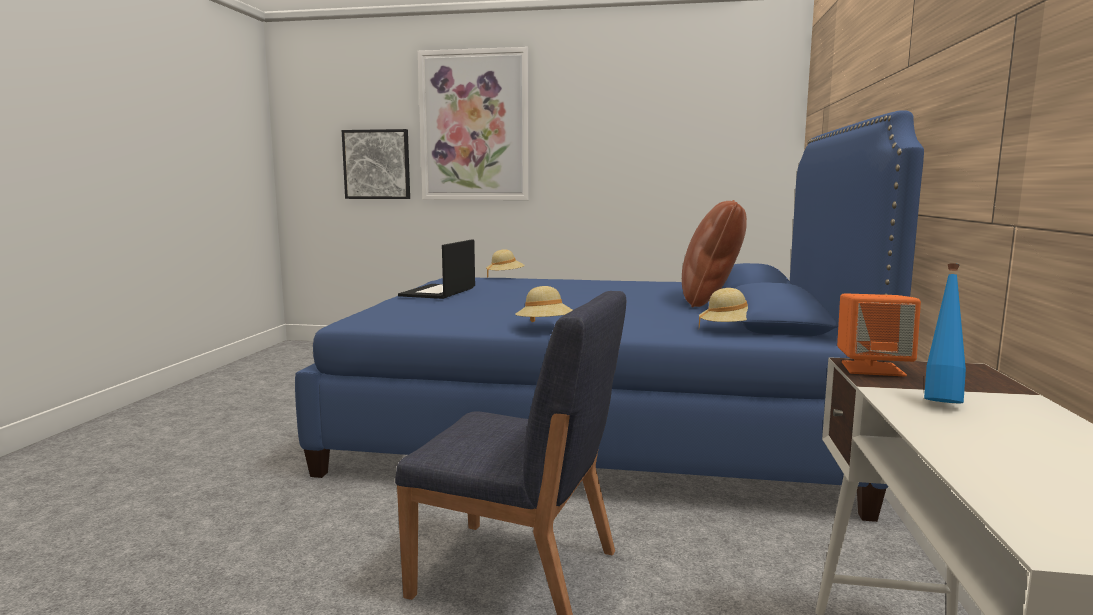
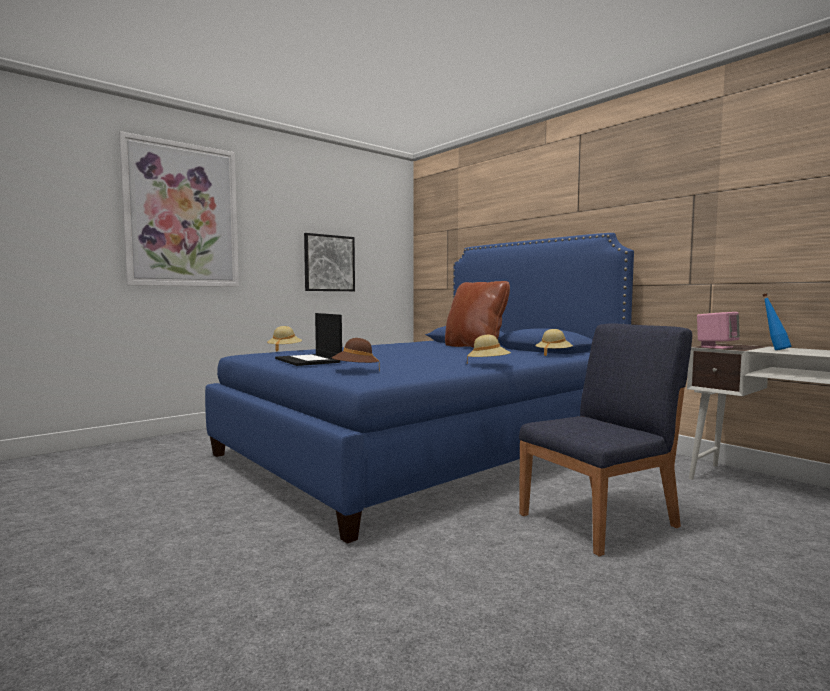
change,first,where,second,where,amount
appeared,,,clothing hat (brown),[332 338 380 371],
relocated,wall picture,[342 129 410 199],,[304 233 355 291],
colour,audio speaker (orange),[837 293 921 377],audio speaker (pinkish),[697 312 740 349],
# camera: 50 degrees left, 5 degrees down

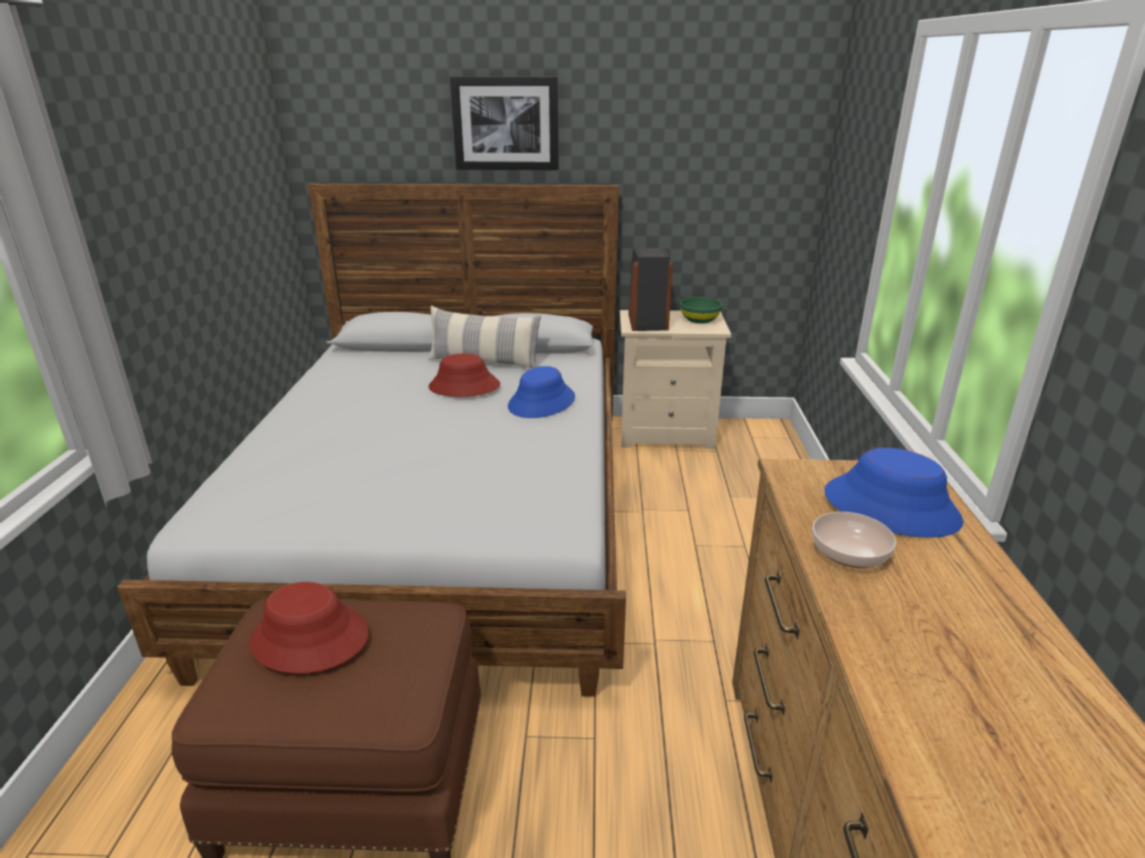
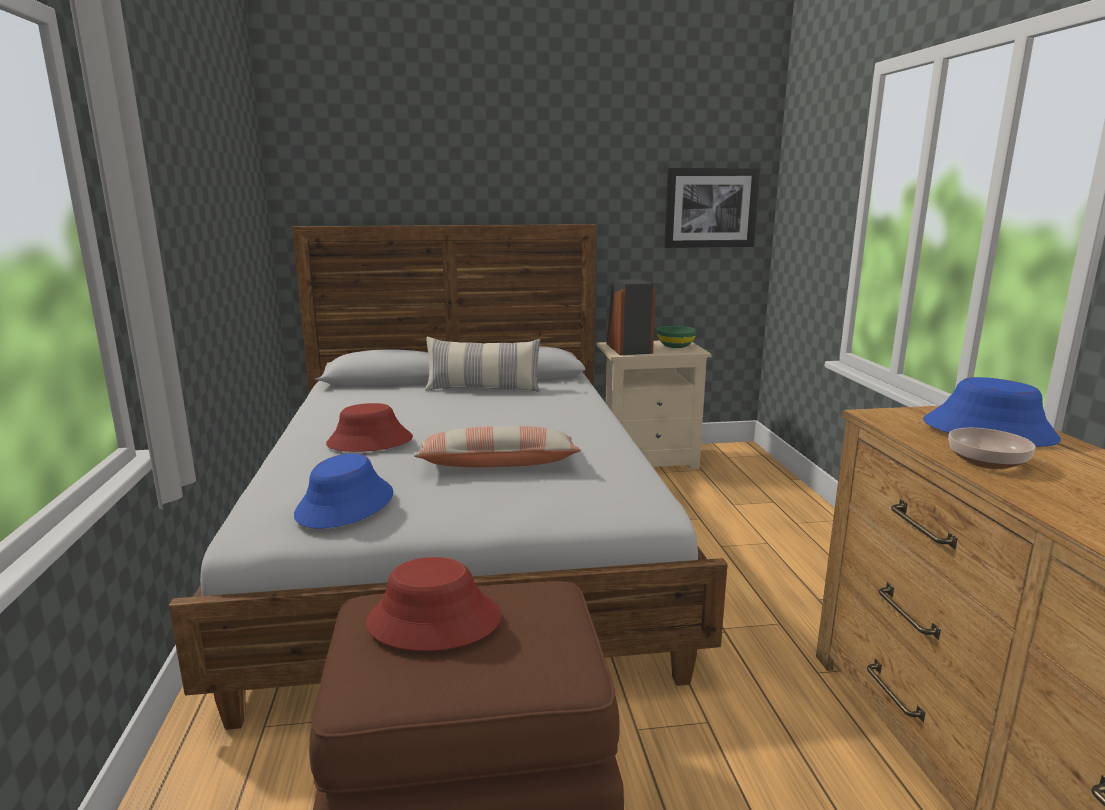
change,first,where,second,where,amount
appeared,,,pillow,[414 426 581 468],
relocated,clothing hat (reddish),[429 353 500 397],,[326 403 413 452],
relocated,wall picture,[450 77 559 170],,[664 168 760 248],
relocated,clothing hat (bluish),[508 366 575 418],,[294 453 393 529],
# camera: 10 degrees left, 10 degrees down

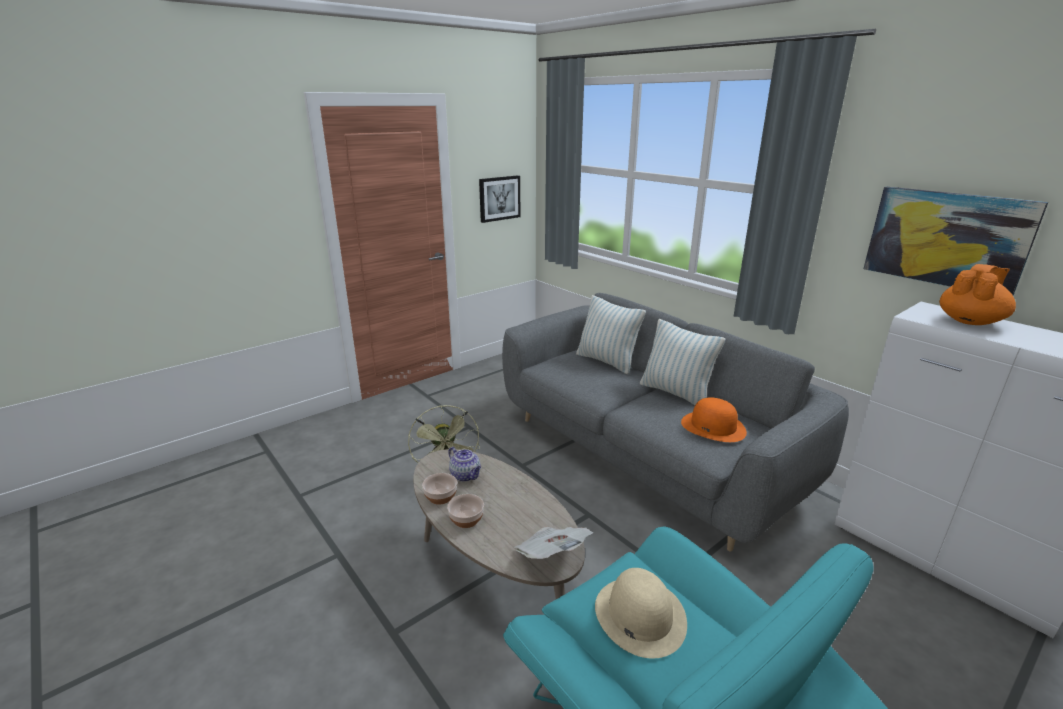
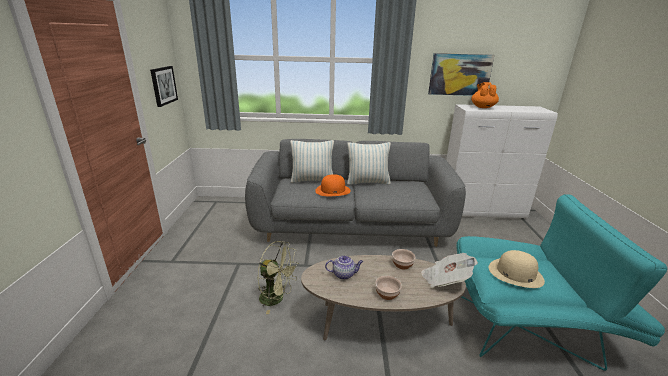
change,first,where,second,where,amount
relocated,bowl,[422 473 457 505],,[392 249 415 269],
relocated,clothing hat (orange),[681 397 747 442],,[315 174 351 196],
# camera: 50 degrees left, 0 degrees up

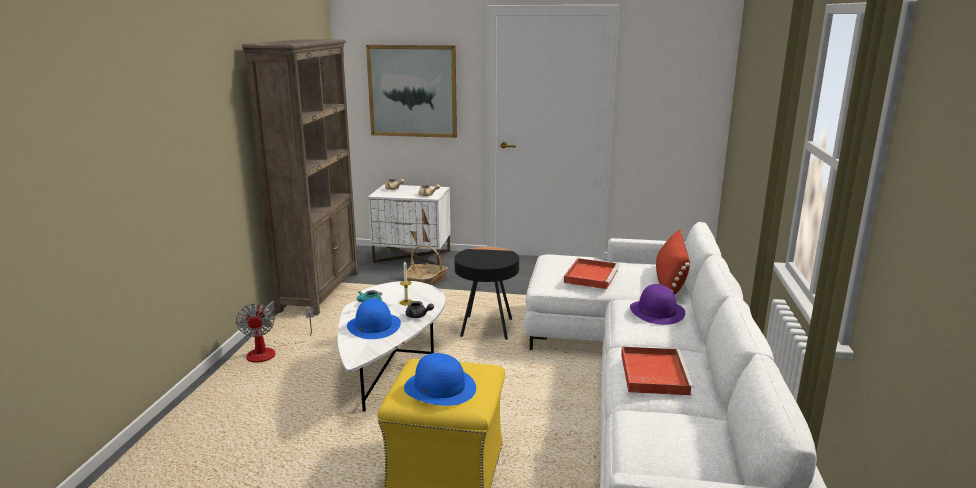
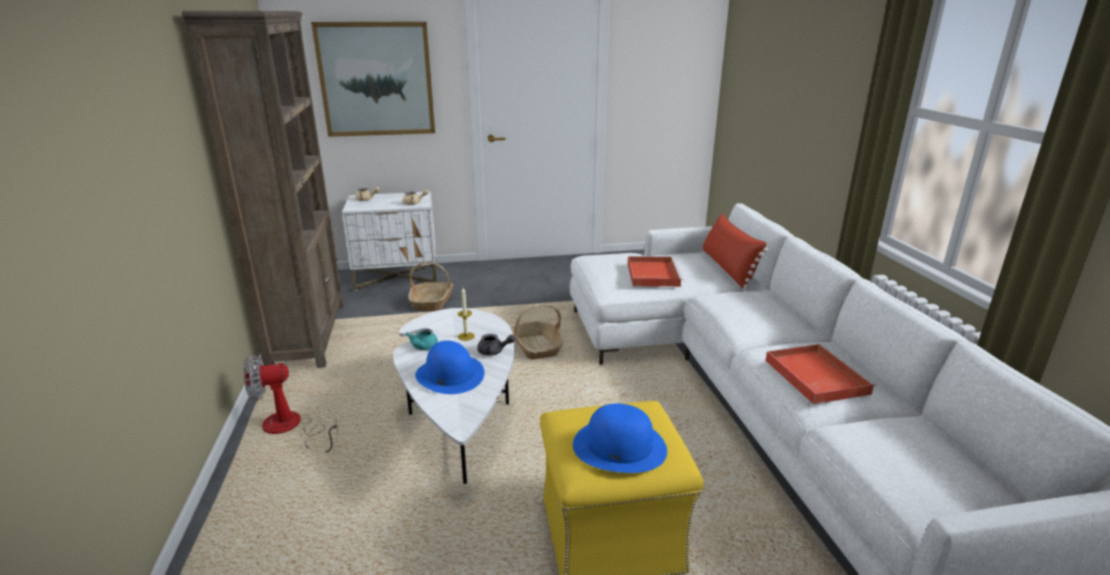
change,first,where,second,where,amount
missing,clothing hat (purple),[630 284 685 325],,,
exchanged,accent table (black),[454 247 519 339],basket,[511 304 563 360],
spun,cooling fan,[236 303 314 363],,[243 355 338 452],105 degrees clockwise
# camera: 20 degrees left, 5 degrees up

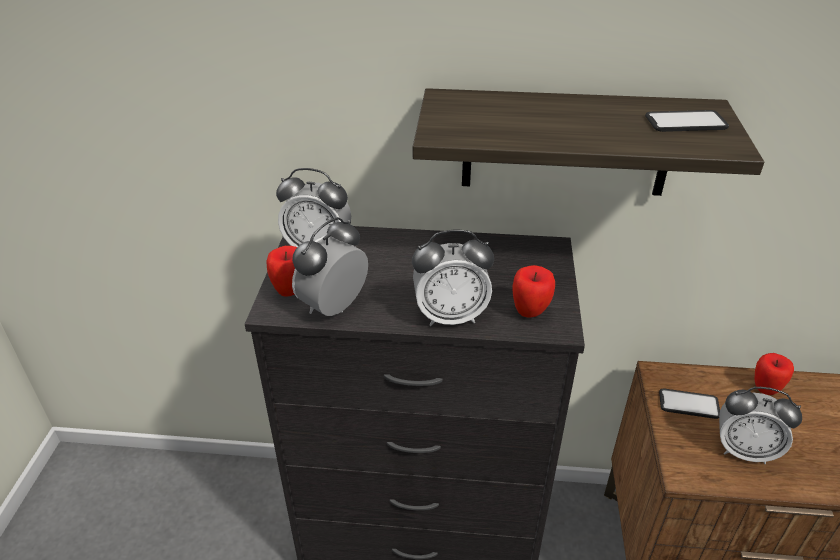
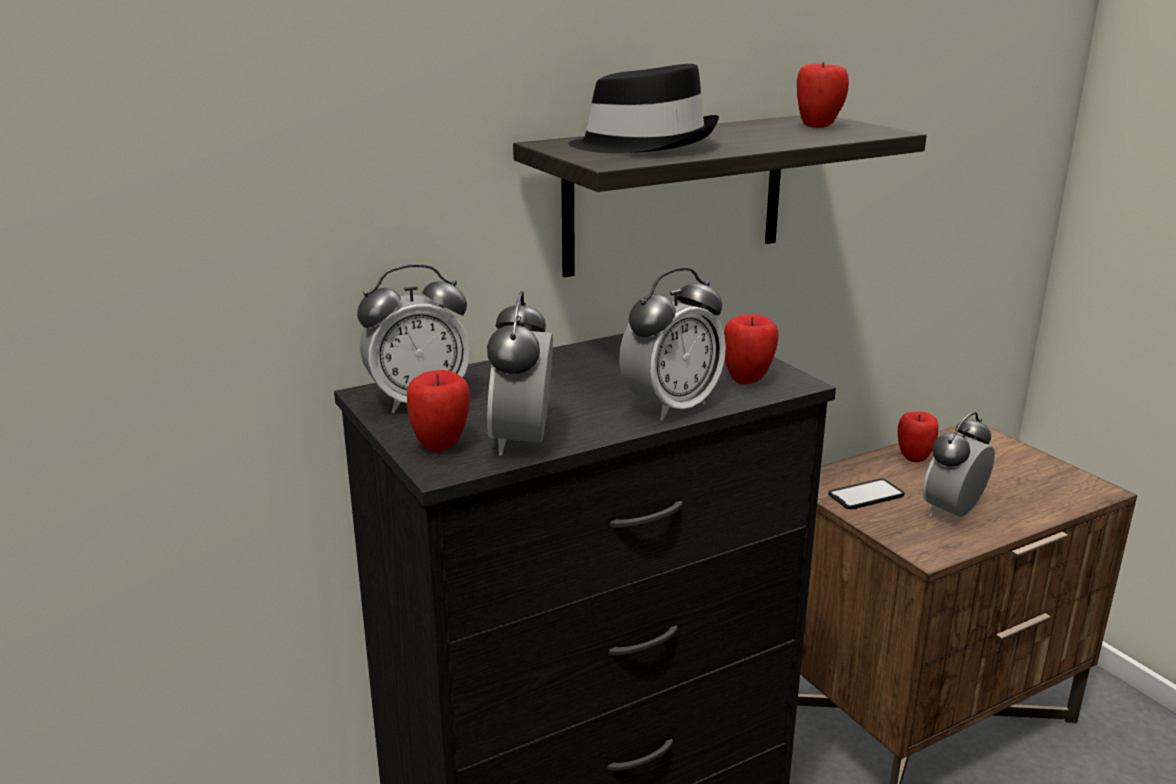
change,first,where,second,where,amount
appeared,,,clothing hat (black),[568 64 719 154],
exchanged,telephone,[645 110 729 132],whole apple,[797 62 849 128],
spun,alarm clock,[719 387 802 464],,[923 412 995 517],150 degrees clockwise
# camera: 35 degrees left, 15 degrees down

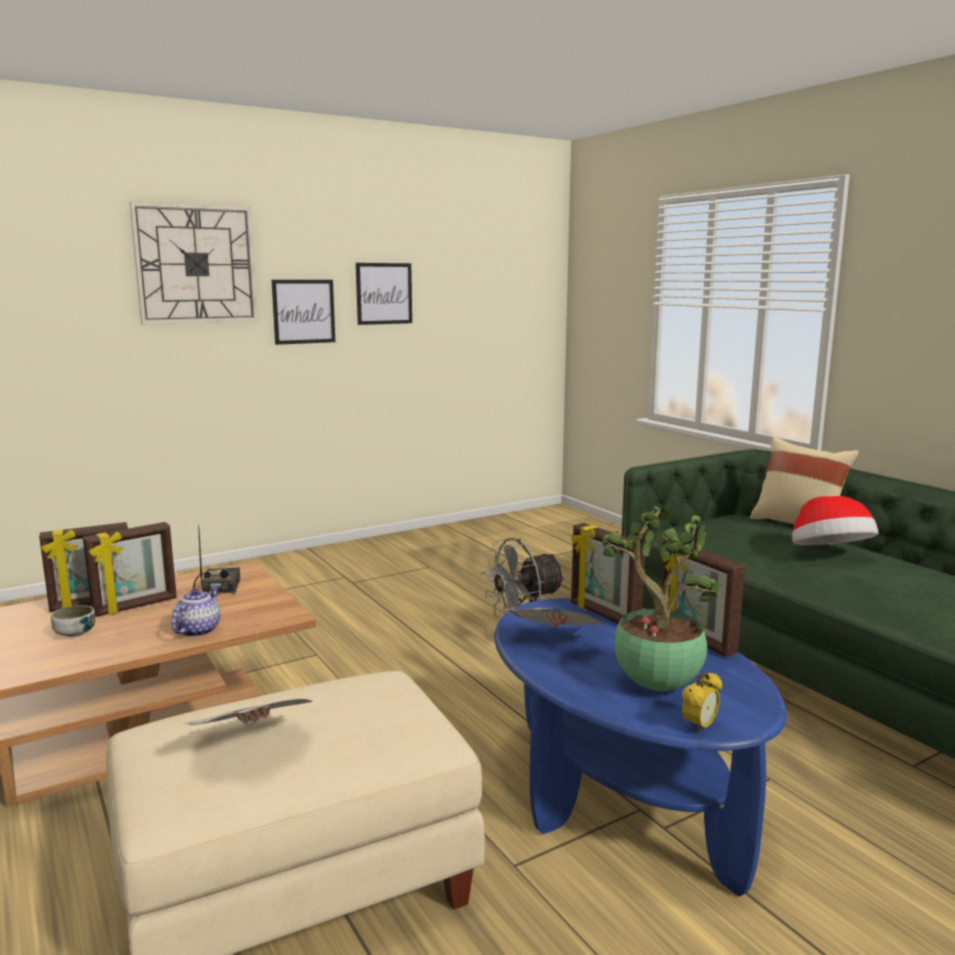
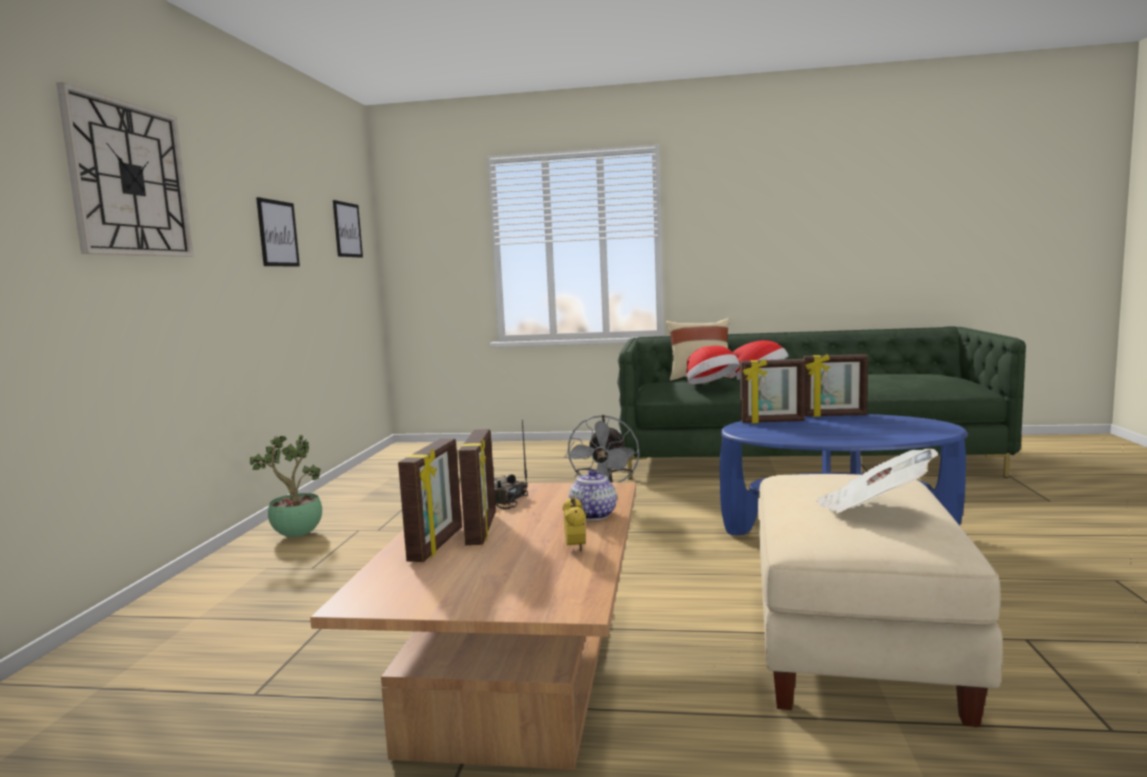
change,first,where,second,where,amount
missing,bowl,[51 605 95 637],,,
missing,newspaper,[504 608 604 627],,,
appeared,,,clothing hat,[686 346 740 384],
relocated,wall picture,[272 280 335 345],,[333 200 363 258],
relocated,plant in a pot,[602 506 722 691],,[250 435 322 537],
relocated,alarm clock,[682 672 722 734],,[562 496 586 551],
spun,teapot,[171 587 220 637],,[569 470 617 520],45 degrees clockwise
# camera: 50 degrees left, 5 degrees down

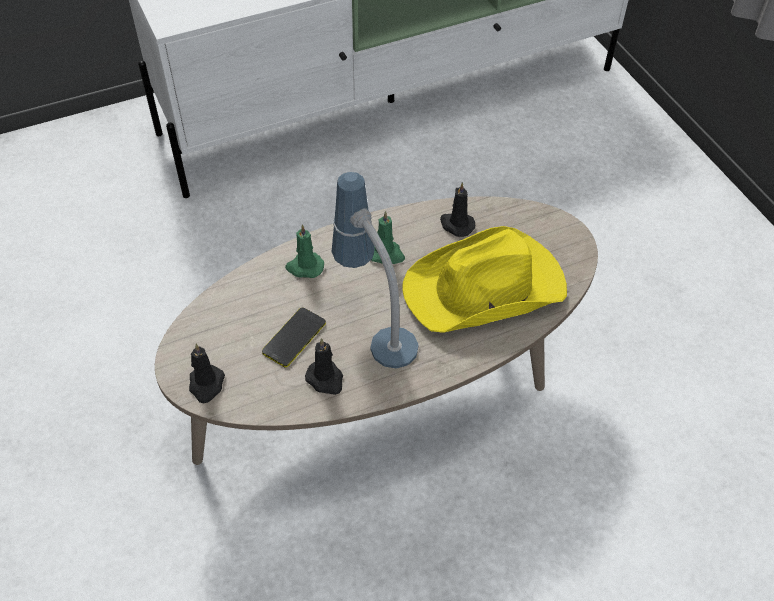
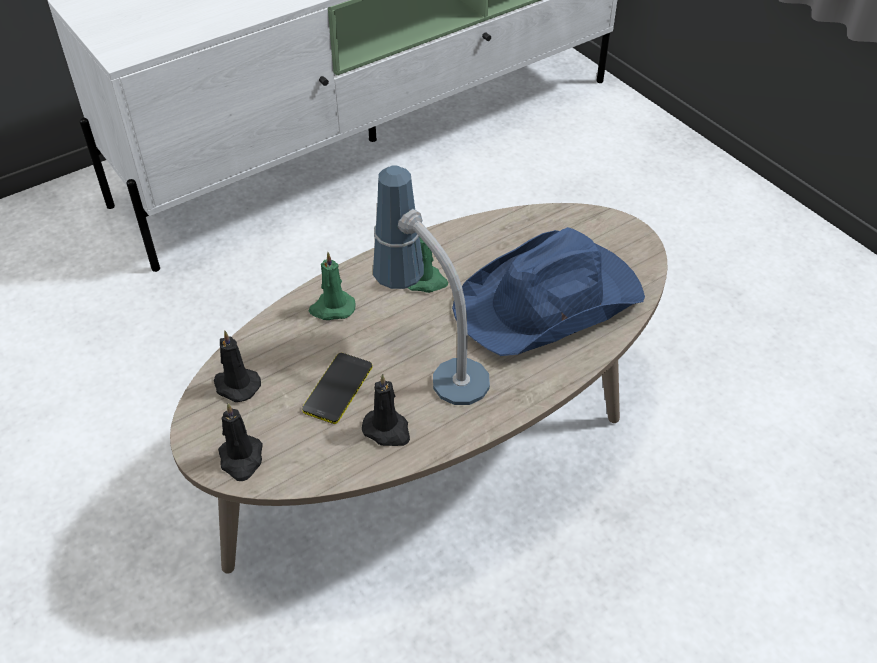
change,first,where,second,where,amount
relocated,wax light (black),[440 182 475 237],,[214 331 261 402],
colour,clothing hat (yellow-coloured),[402 226 567 333],clothing hat (bluish),[452 227 645 356],
# camera: 10 degrees left, 5 degrees down

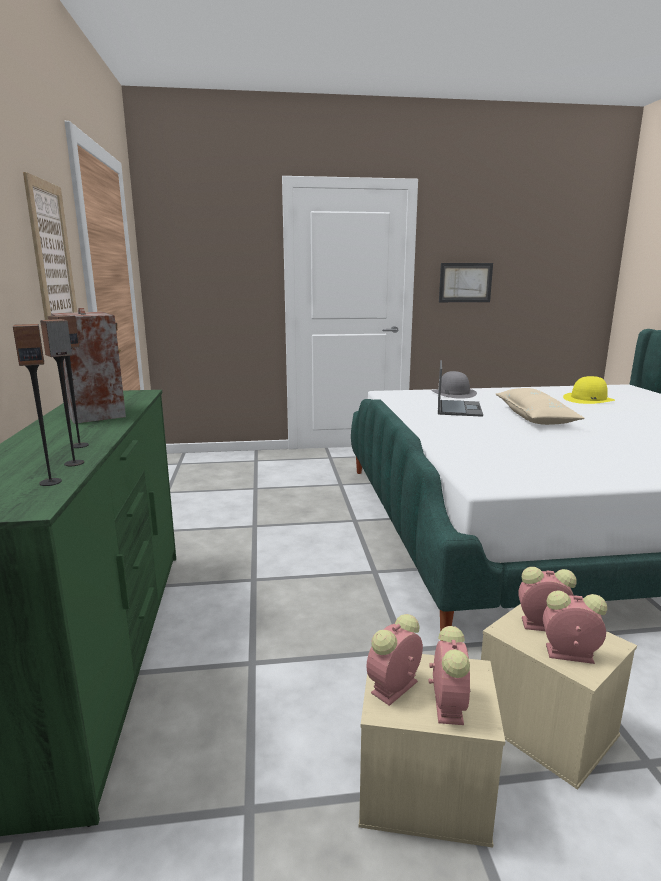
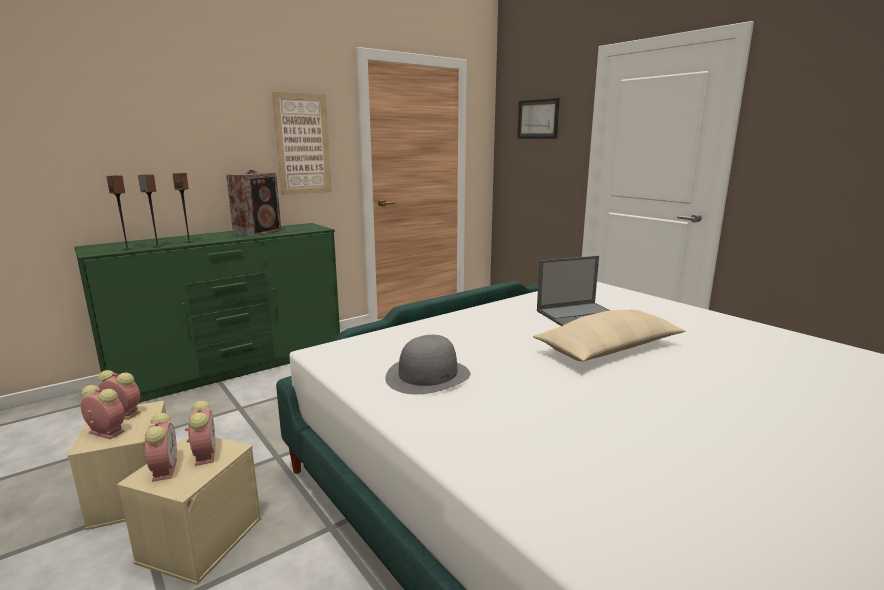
change,first,where,second,where,amount
missing,clothing hat (yellow-coloured),[563 376 615 404],,,
relocated,clothing hat (gray),[431 371 477 399],,[385 335 470 394],
relocated,wall picture,[439 263 493 302],,[517 98 560 139],
spun,alarm clock,[428 626 471 725],,[81 385 125 439],135 degrees counterclockwise
# camera: 60 degrees right, 0 degrees up

